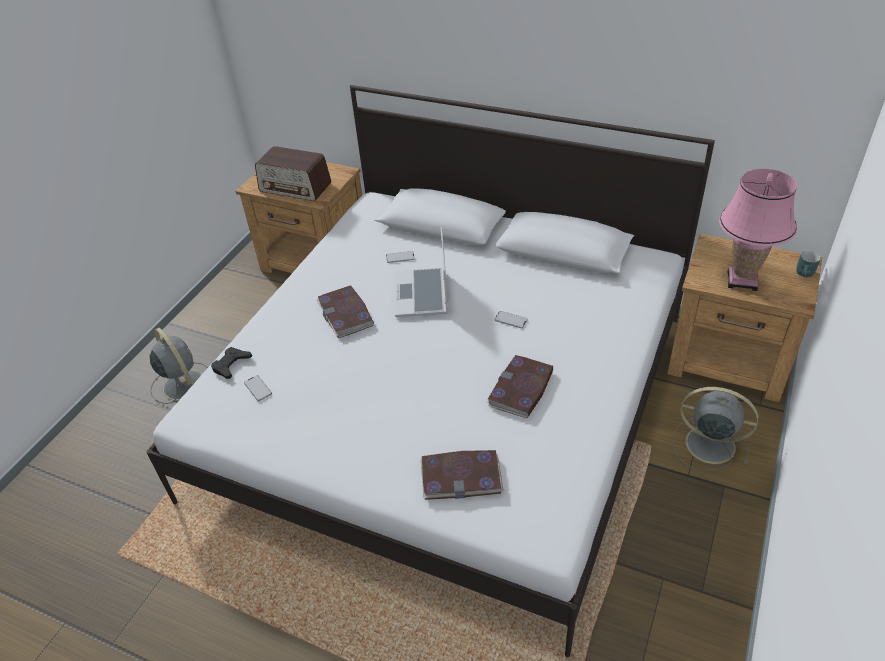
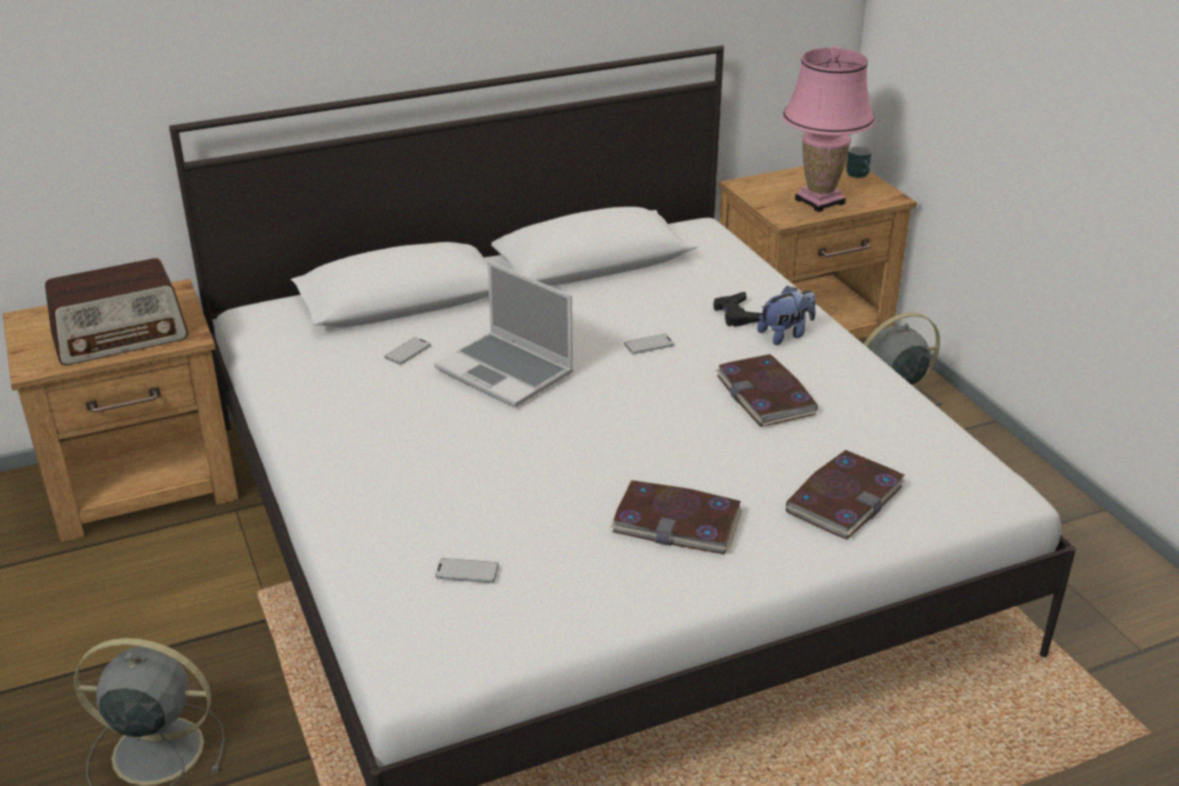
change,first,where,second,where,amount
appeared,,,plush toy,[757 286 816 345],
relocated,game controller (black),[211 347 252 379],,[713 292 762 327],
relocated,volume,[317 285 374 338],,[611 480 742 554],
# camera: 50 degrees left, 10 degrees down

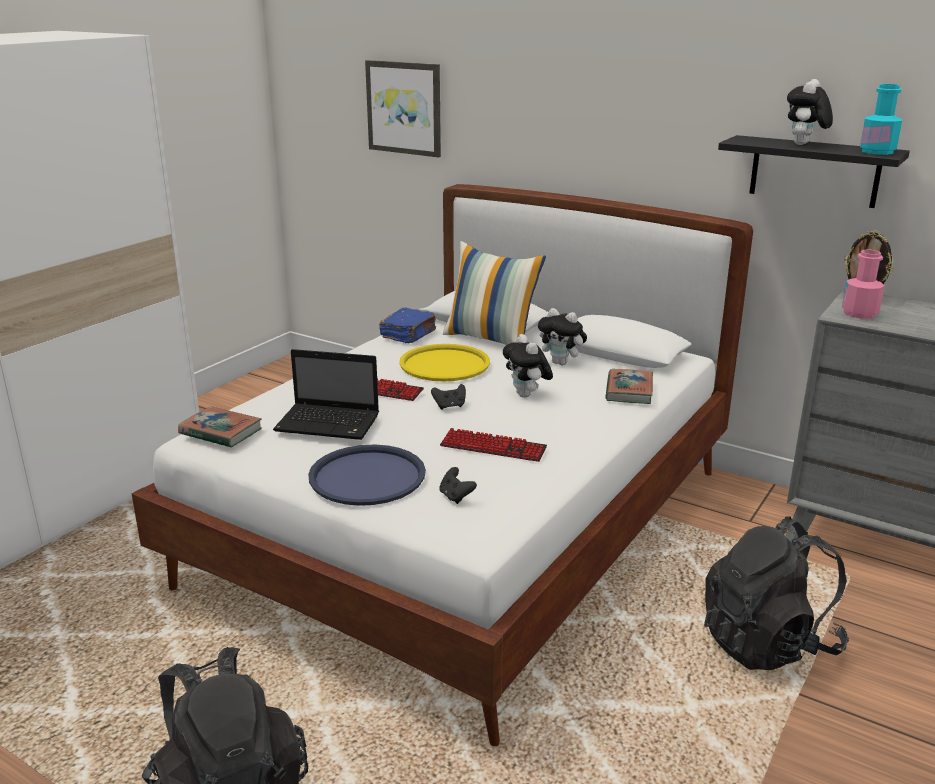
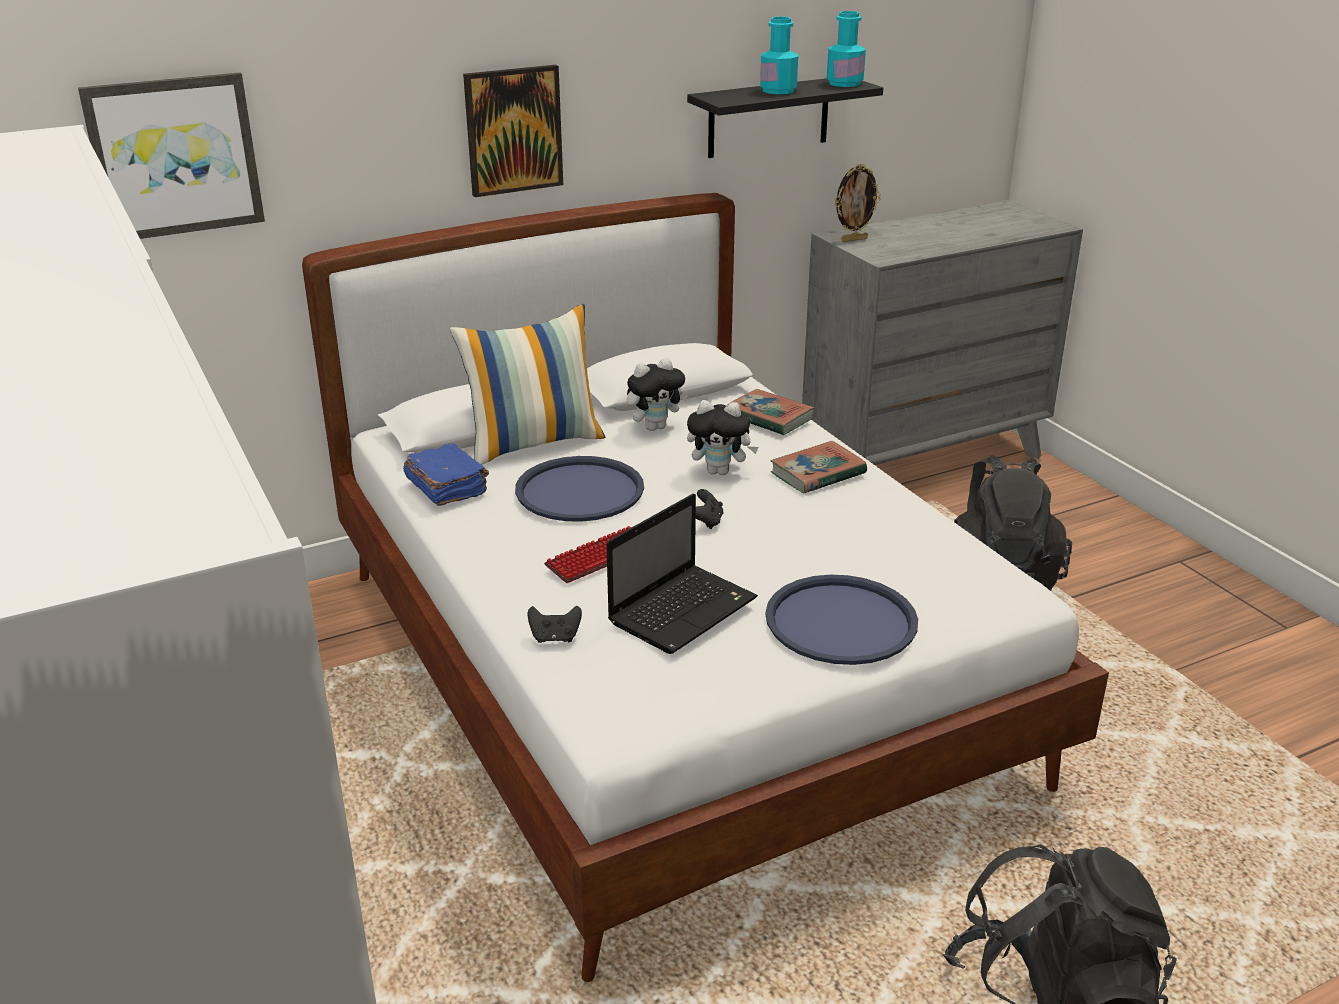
change,first,where,second,where,amount
missing,keyboard,[440 428 547 462],,,
missing,bottle (pinkish),[842 250 884 319],,,
appeared,,,wall picture,[463 65 563 197],
relocated,volume,[178 406 262 448],,[771 441 867 493],
relocated,game controller (black),[439 467 477 504],,[527 606 582 643],
exchanged,plush toy,[787 79 833 145],bottle (turquoise-coloured),[760 17 798 94],
colour,serving tray (yellow-coloured),[399 344 490 381],serving tray (bluish),[515 456 644 522],
# camera: 60 degrees left, 5 degrees up

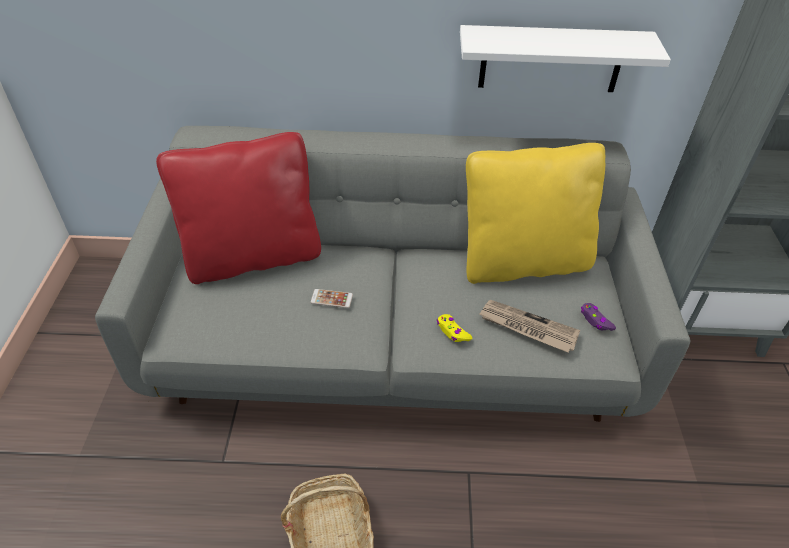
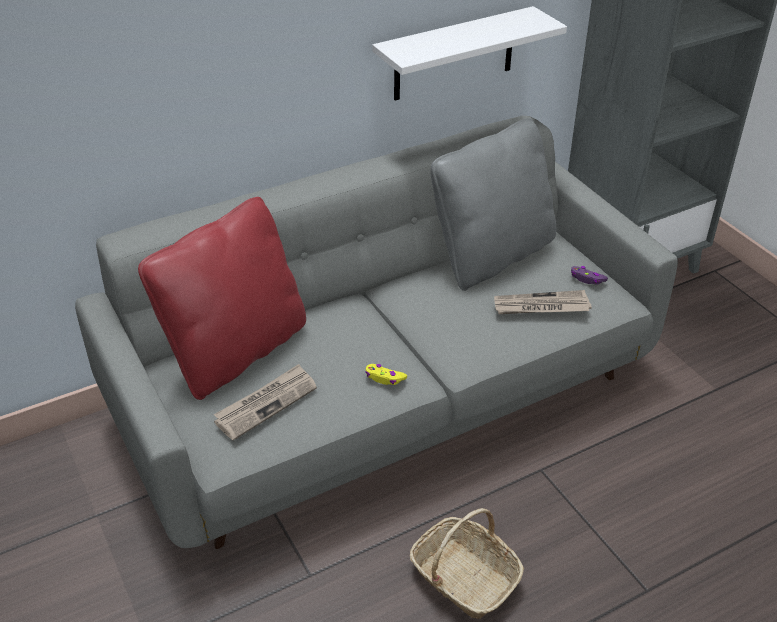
change,first,where,second,where,amount
missing,telephone,[311 289 353 308],,,
appeared,,,newspaper,[214 364 317 441],
relocated,game controller (yellow-coloured),[437 314 472 342],,[365 364 407 385],
colour,pillow (yellow-coloured),[466 143 605 284],pillow (gray),[430 118 556 291],
# camera: 30 degrees left, 5 degrees down

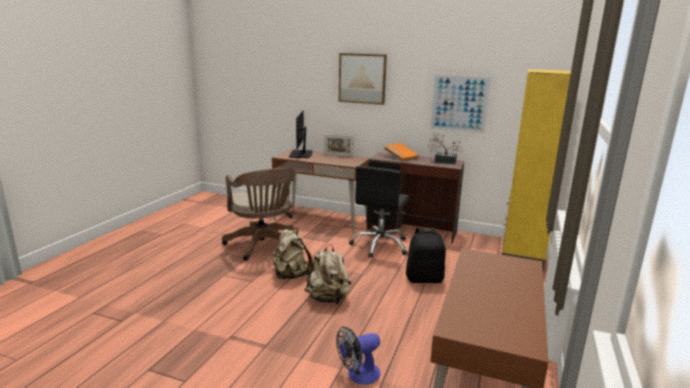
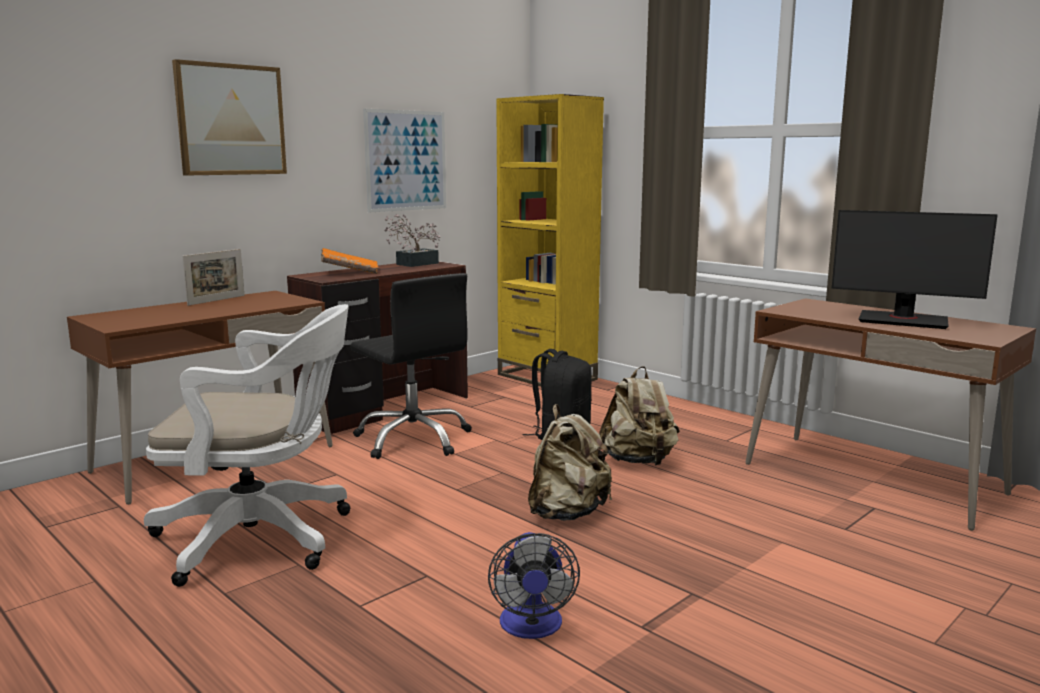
change,first,where,second,where,amount
relocated,backpack (beige),[273 228 313 279],,[599 366 680 465],
relocated,monitor,[289 111 313 158],,[832 210 998 329],
relocated,cooling fan,[336 326 381 385],,[488 532 580 639],
colour,desk chair (brown),[222 168 295 261],desk chair (white-coloured),[144 304 350 587],
# camera: 65 degrees left, 5 degrees down

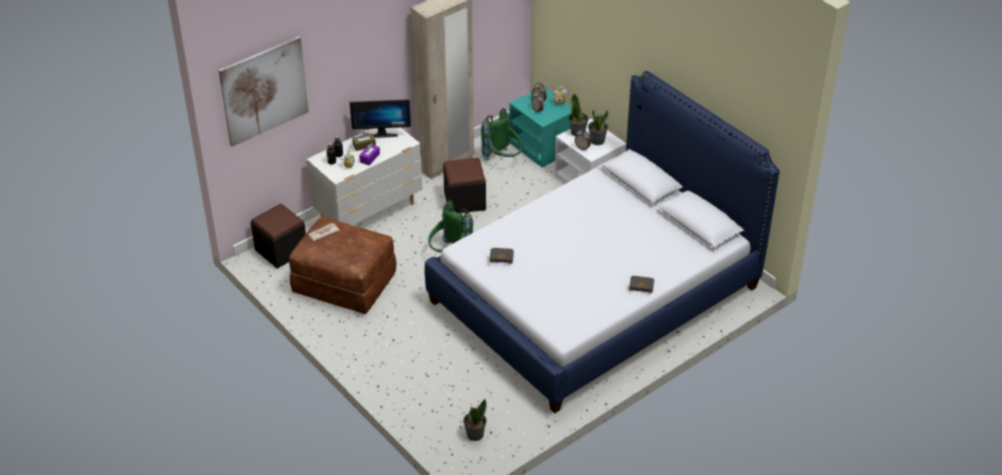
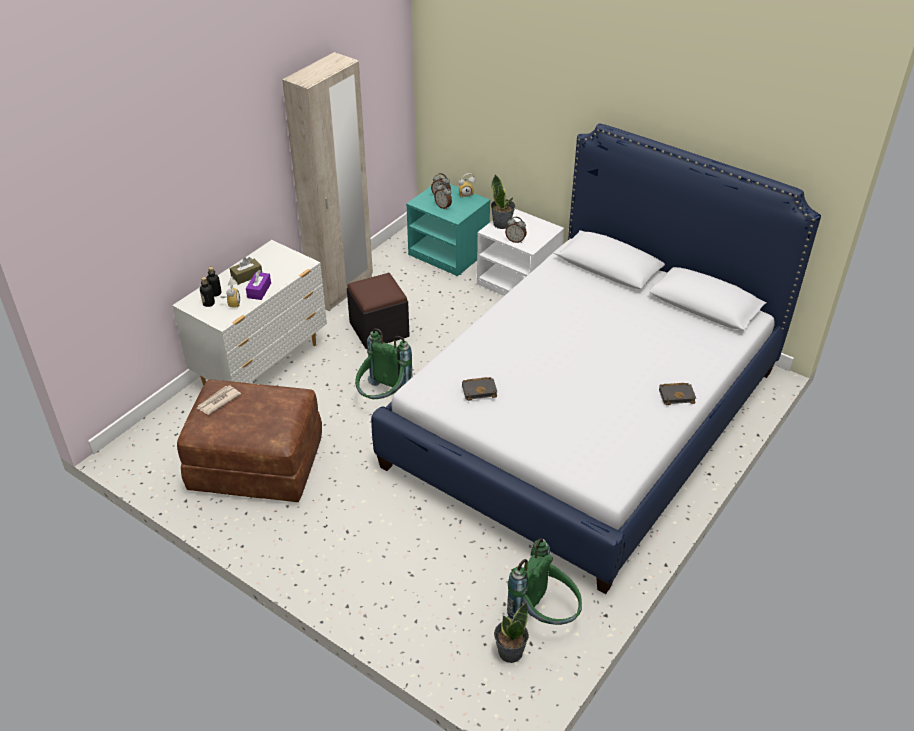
change,first,where,second,where,amount
missing,wall picture,[219 36 309 147],,,
missing,ottoman (black),[251 204 306 269],,,
missing,monitor,[350 99 411 138],,,
missing,plant in a pot,[588 109 608 145],,,
relocated,backpack (greenish),[480 108 523 160],,[507 538 582 625],
# camera: 15 degrees left, 0 degrees up

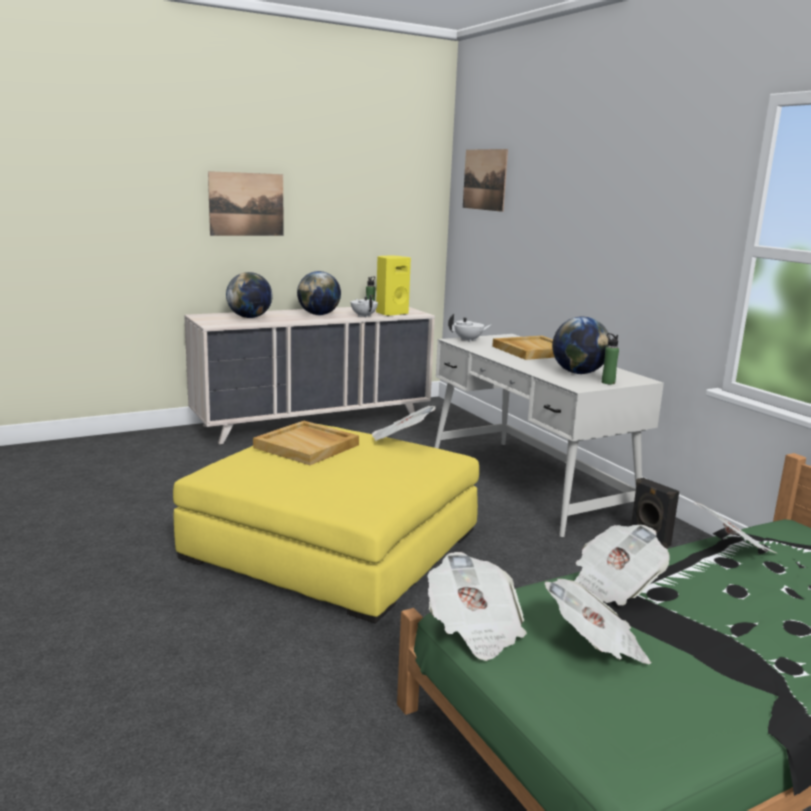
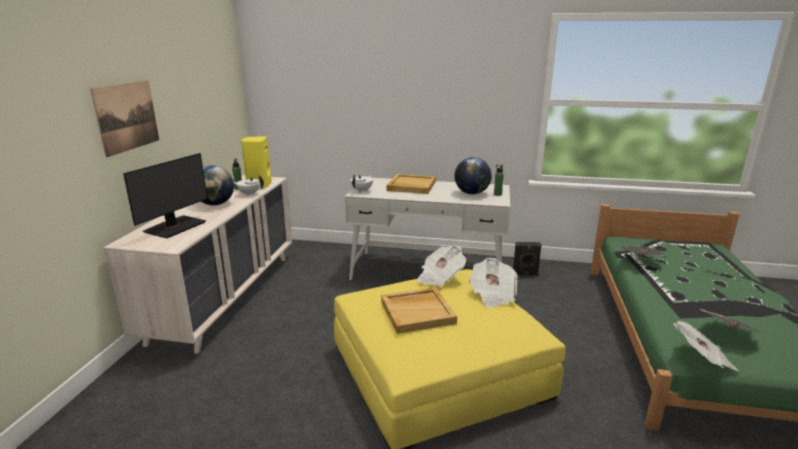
change,first,where,second,where,amount
missing,wall picture,[463 149 508 212],,,
relocated,newspaper,[575 525 670 605],,[469 258 518 308],
exchanged,desk globe,[226 272 272 318],monitor,[123 153 208 238],
# camera: 50 degrees left, 5 degrees up

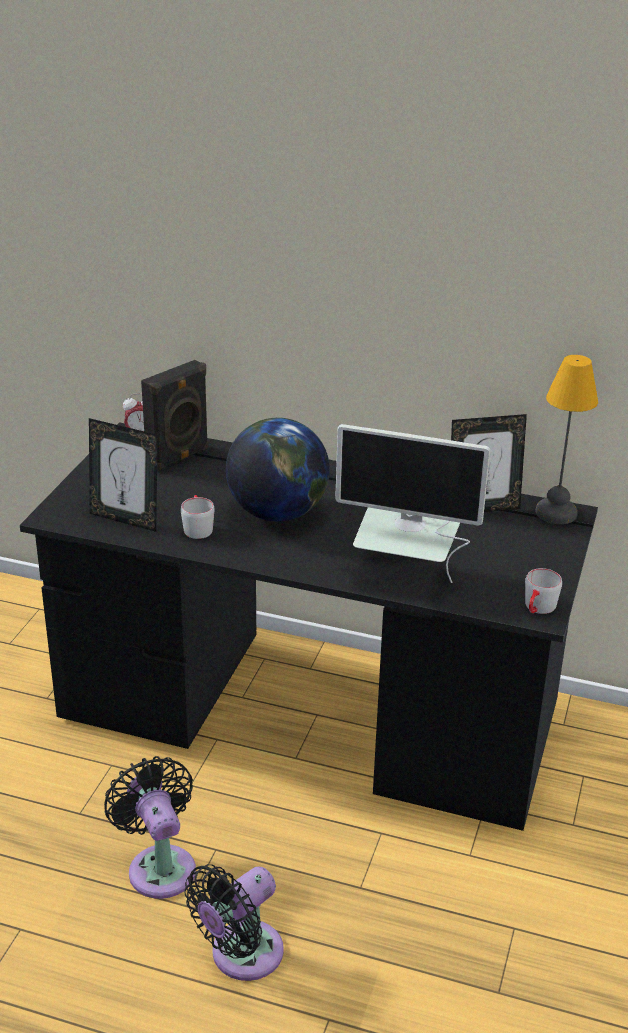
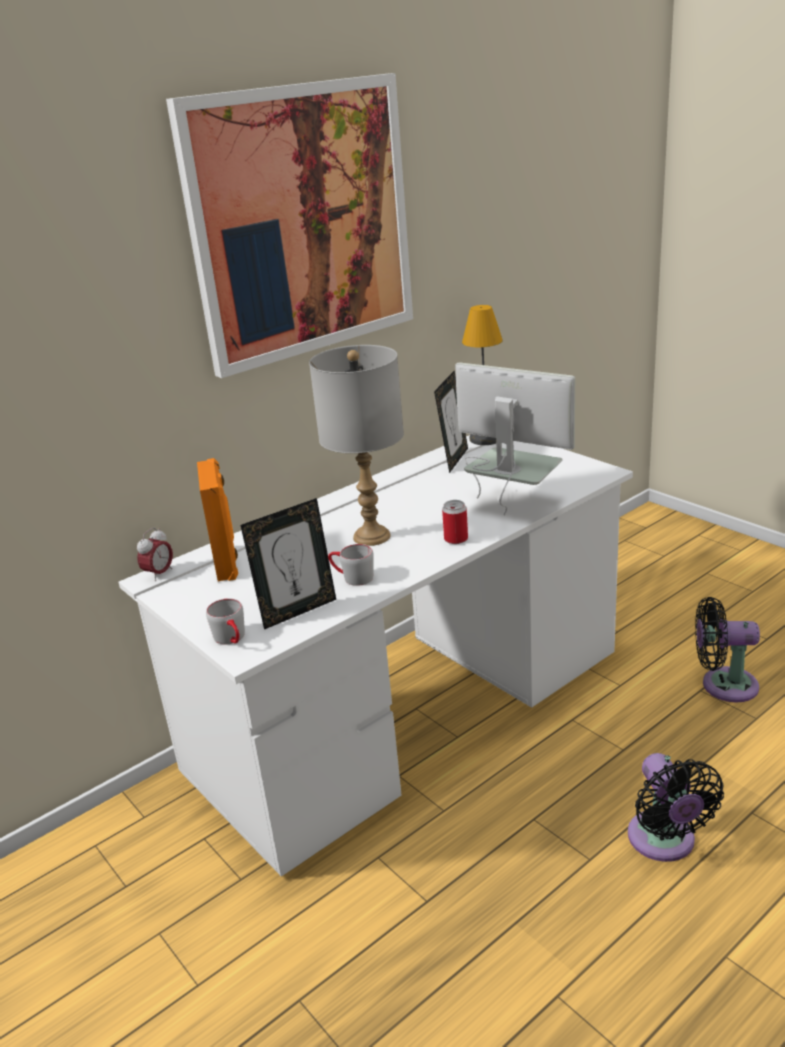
change,first,where,second,where,amount
appeared,,,wall picture,[166 73 413 378],
appeared,,,can,[442 500 468 544],
relocated,cooling fan (black),[104 756 196 899],,[695 597 760 702],
relocated,mug (gray),[525 568 562 614],,[206 598 245 645],
exchanged,desk globe,[226 418 330 521],table lamp (gray),[309 345 404 546],
colour,desk unit (black),[20 422 598 831],desk unit (white-coloured),[118 435 633 877],
colour,audio speaker (black),[141 360 209 472],audio speaker (orange),[197 458 238 581],
spun,monitor,[335 424 490 583],,[455 362 575 515],105 degrees counterclockwise
# camera: 55 degrees left, 5 degrees down

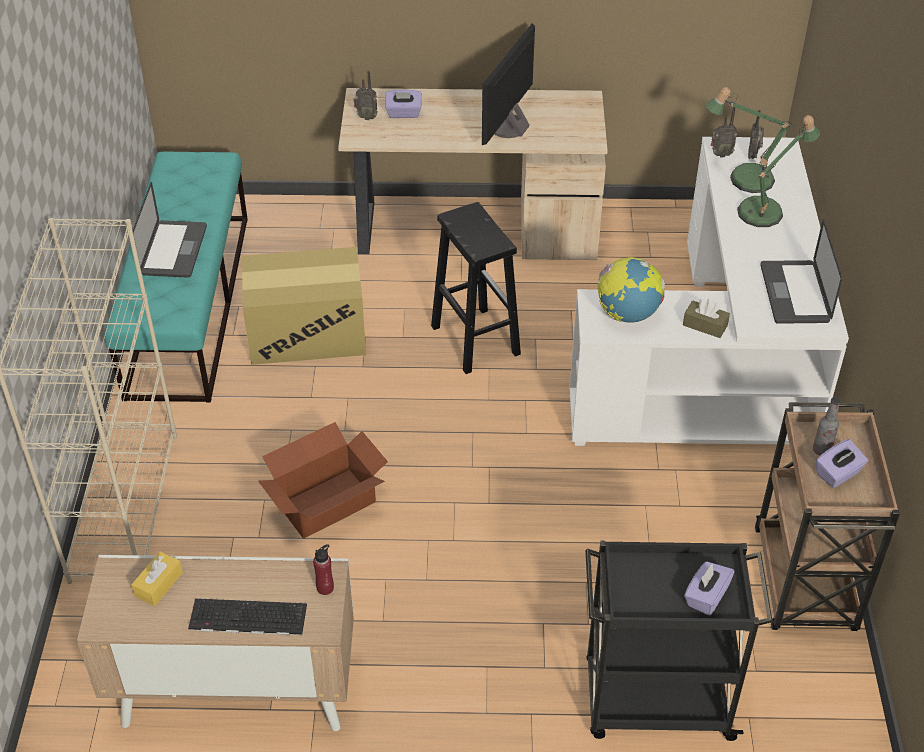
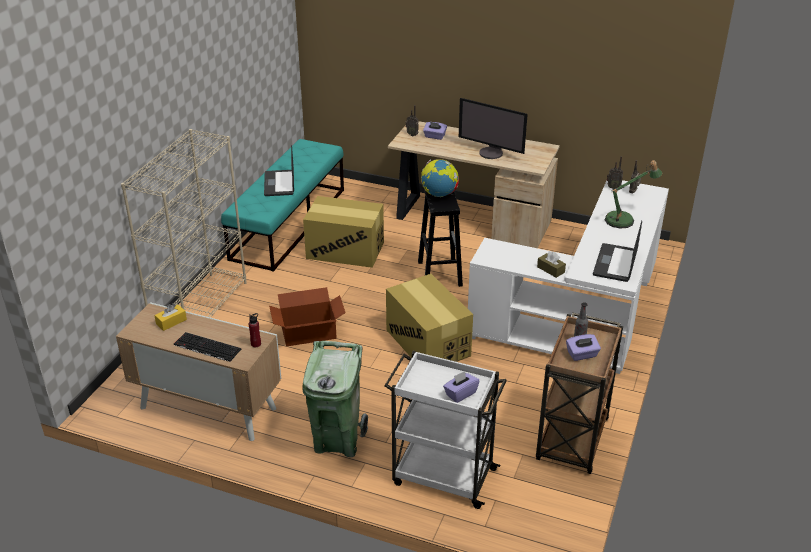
change,first,where,second,where,amount
missing,table lamp,[706 87 793 193],,,
appeared,,,rubbish bin (greenish),[303 341 368 457],
appeared,,,carton,[386 274 473 362],
relocated,desk globe,[598 257 665 323],,[421 159 459 197],
colour,wheeled cart (black),[585 540 773 741],wheeled cart (white-coloured),[384 351 507 509],
spun,portable computer,[133 182 207 278],,[264 145 294 196],150 degrees clockwise
spun,monitor,[482 23 535 145],,[459 98 528 159],105 degrees counterclockwise
# camera: 20 degrees right, 10 degrees down

